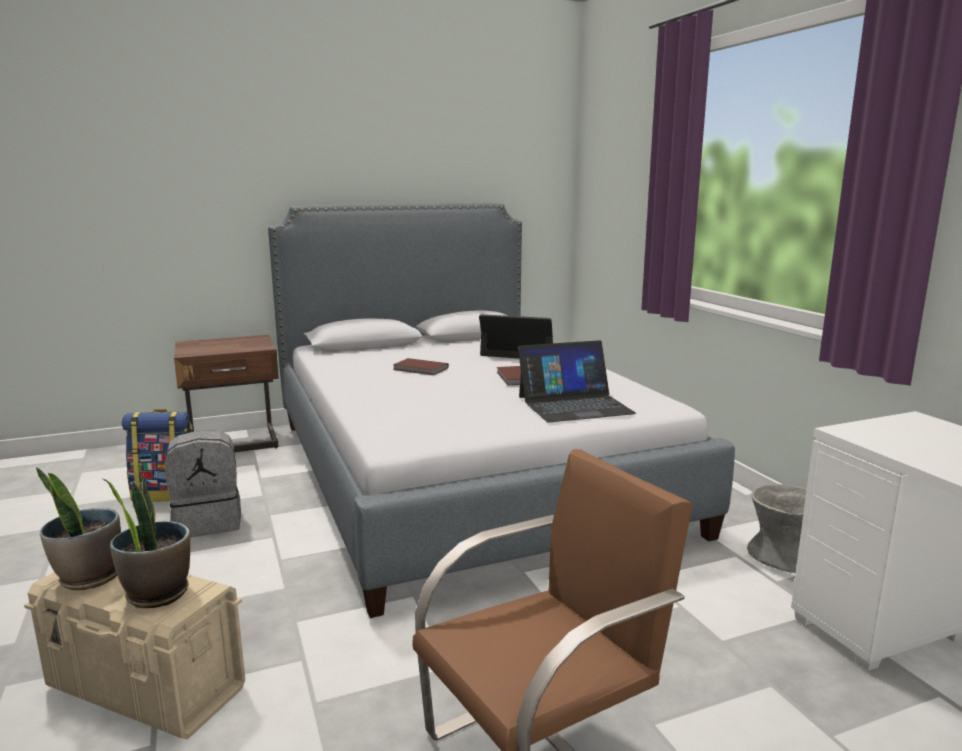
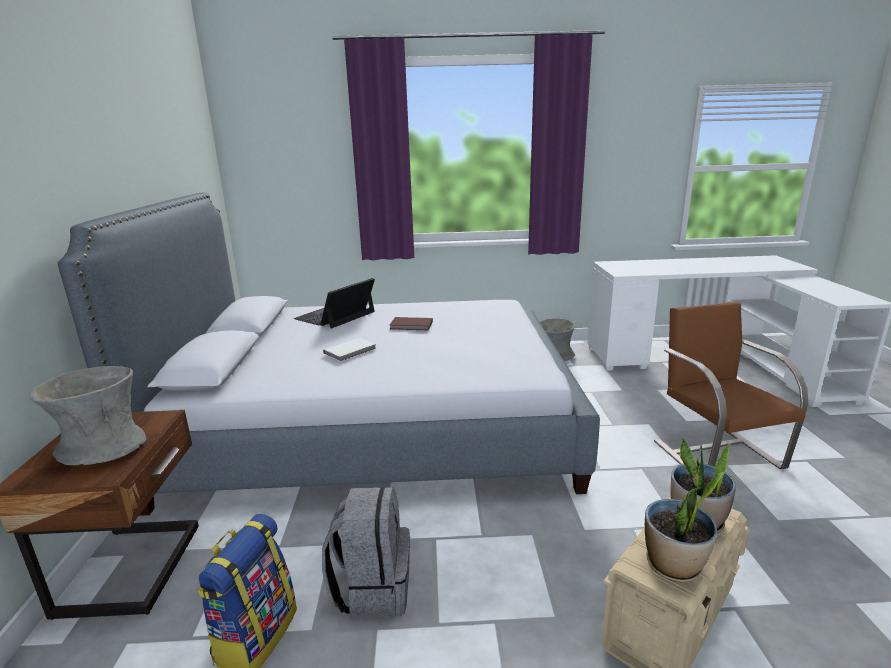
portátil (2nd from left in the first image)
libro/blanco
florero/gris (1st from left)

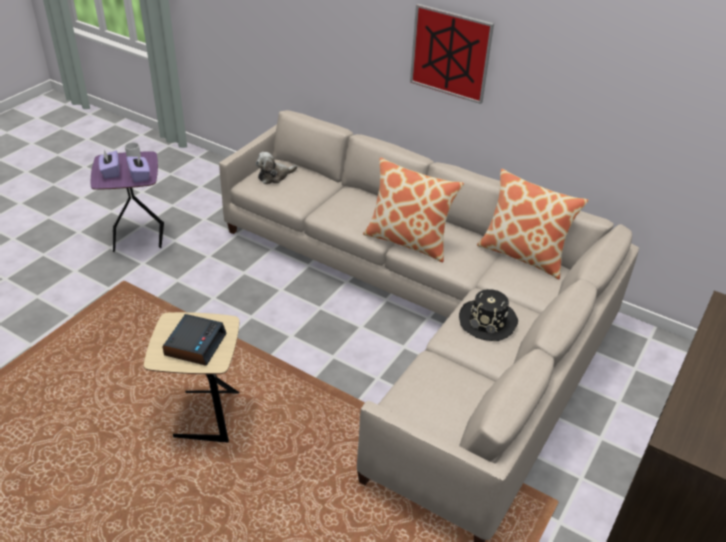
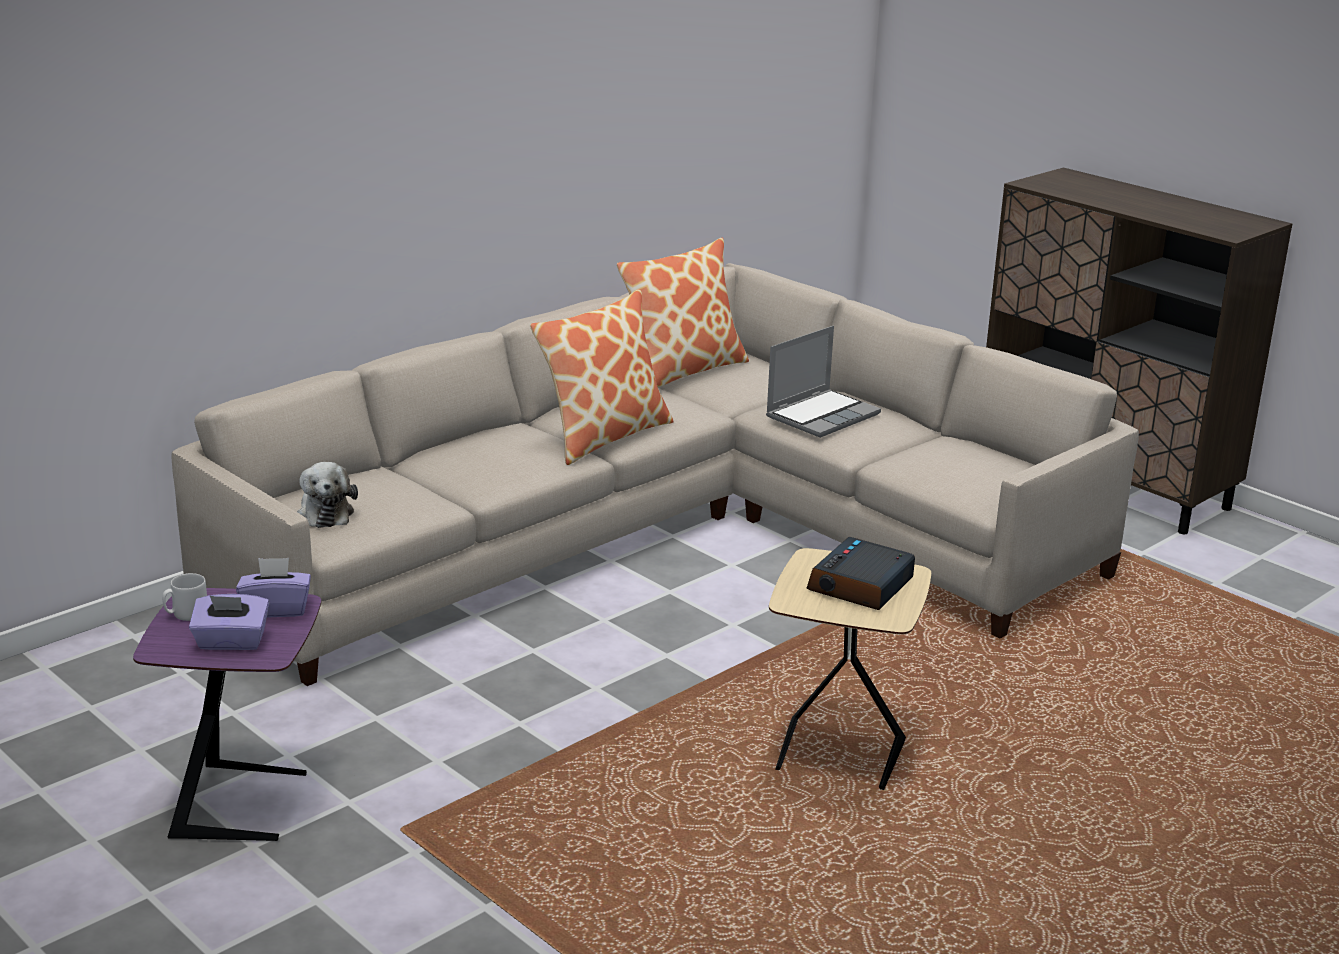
cuadro
portátil
despertador

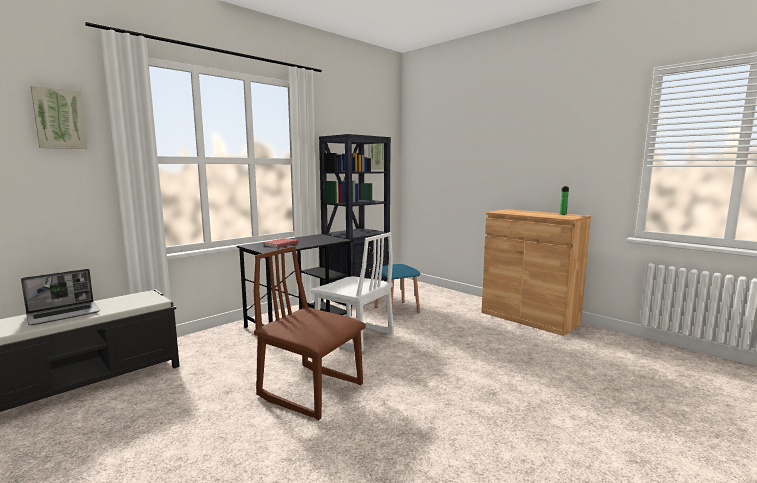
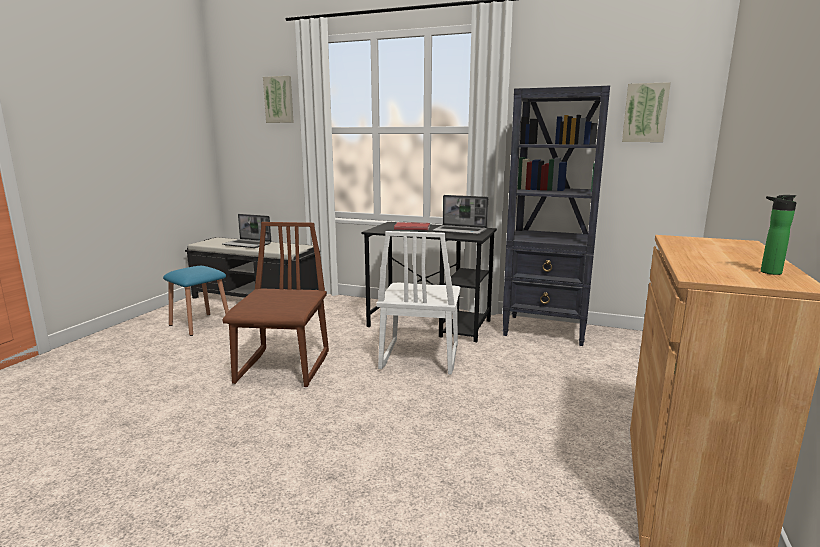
taburete/azul
portátil (2nd from left)

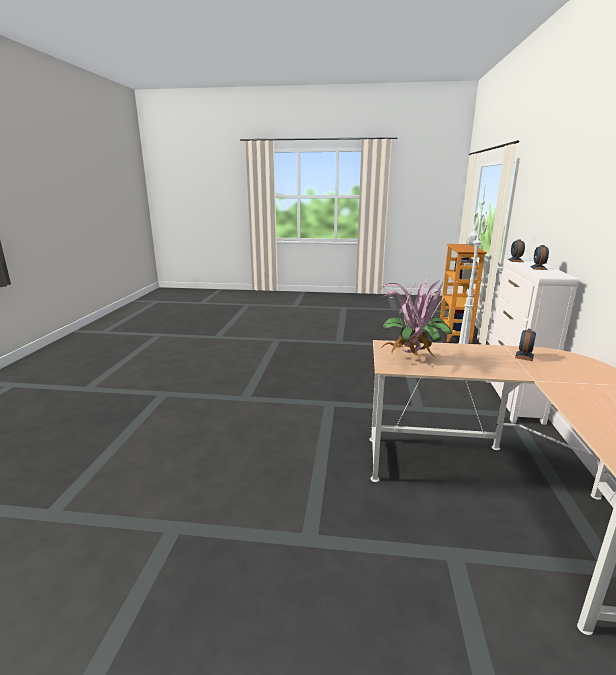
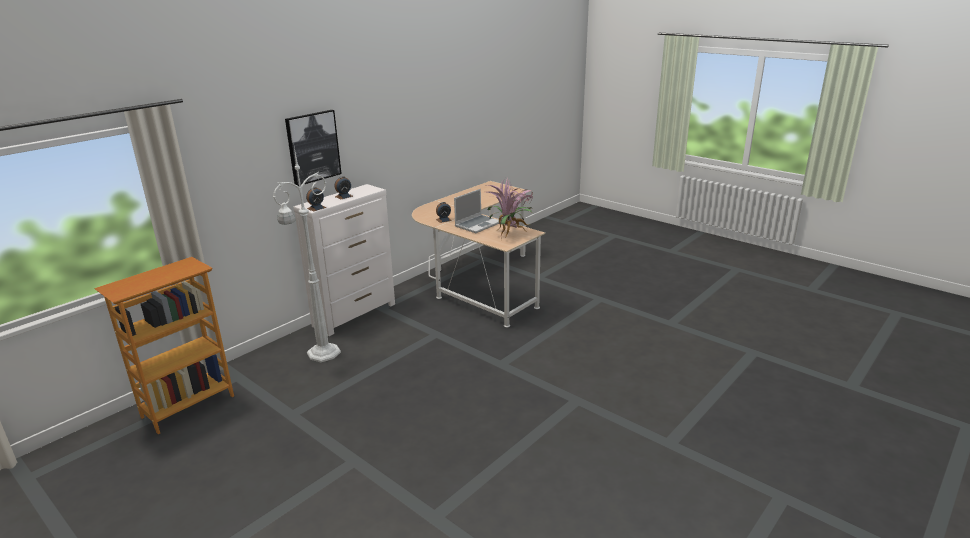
cuadro
portátil

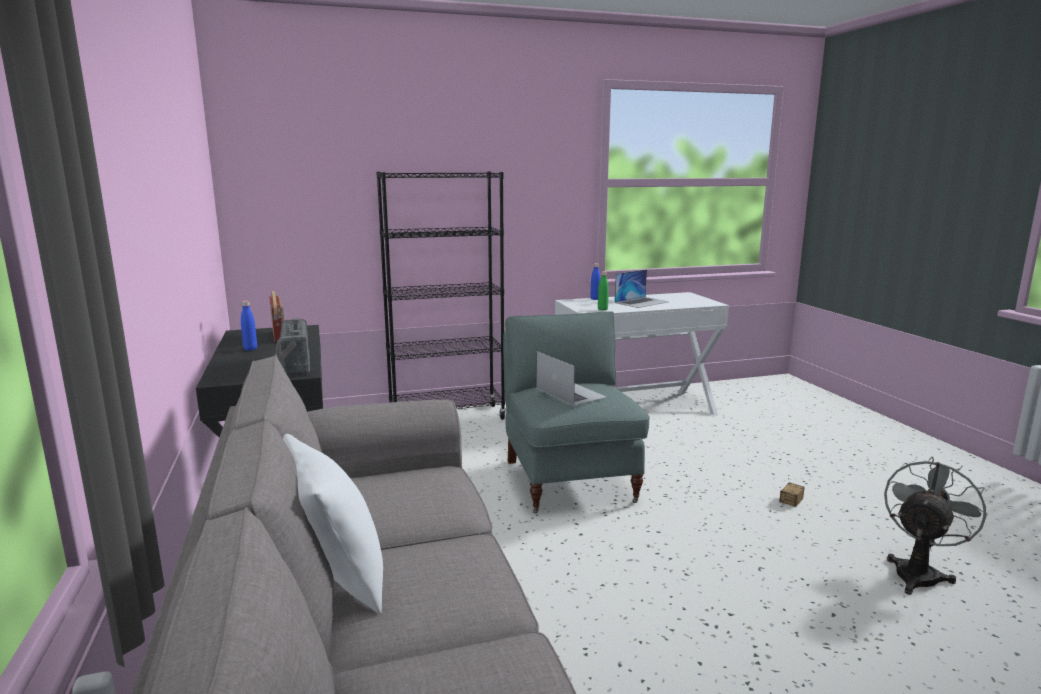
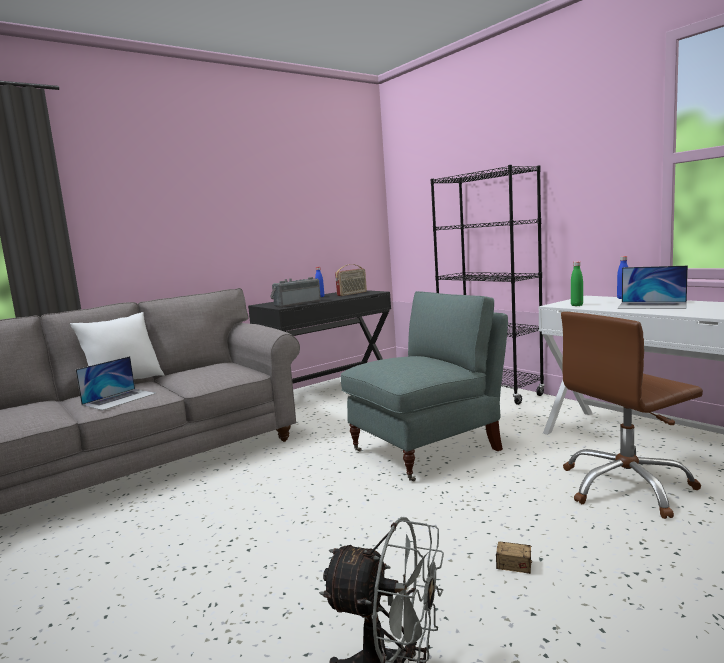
portátil (1st from left)
silla de oficina/marrón

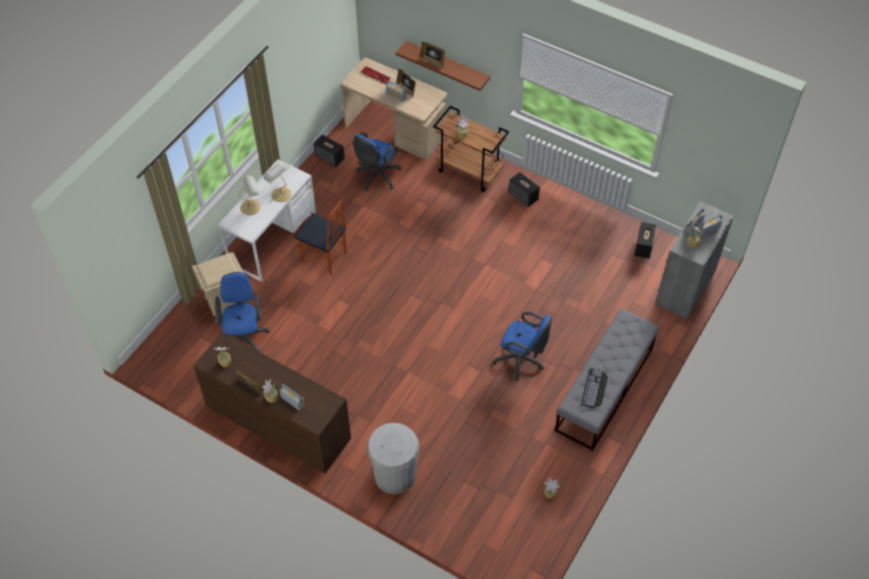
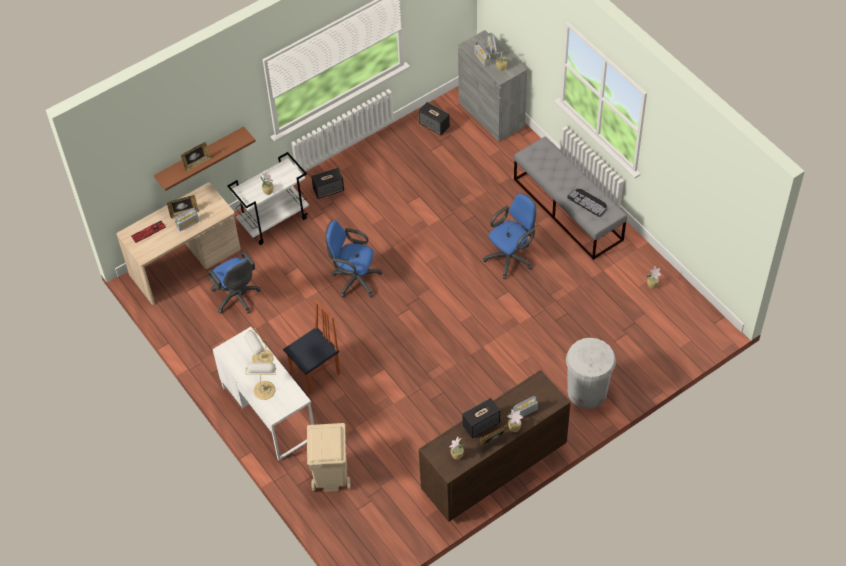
carrito/blanco
altavoz (3rd from left)
silla de oficina/azul (2nd from left)

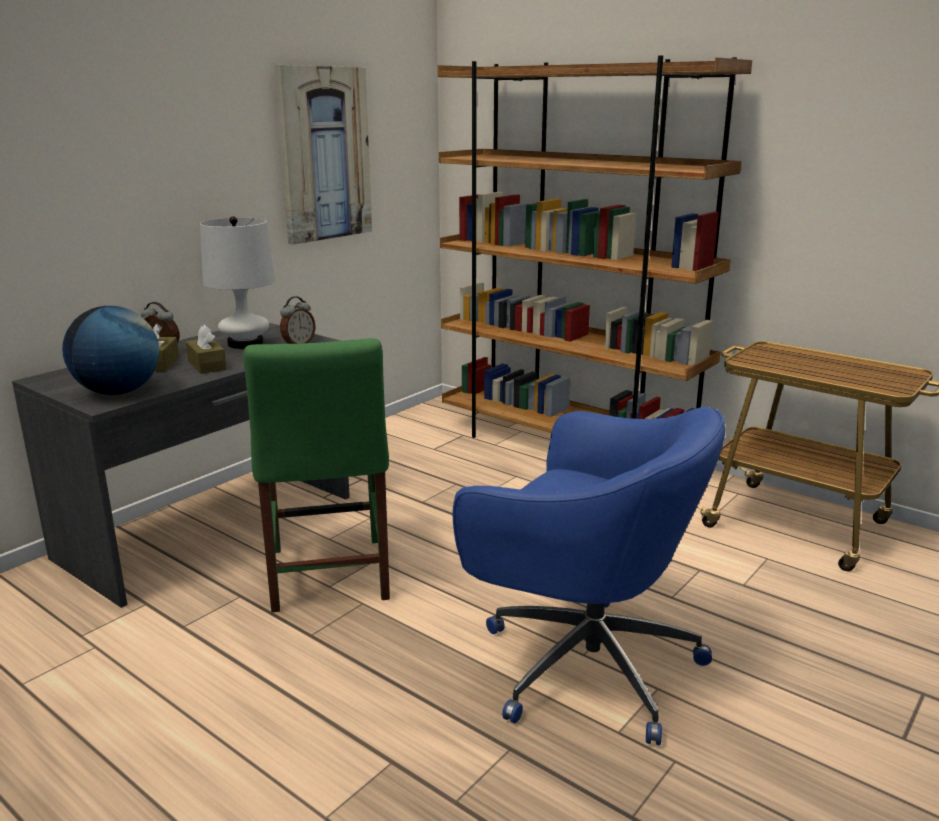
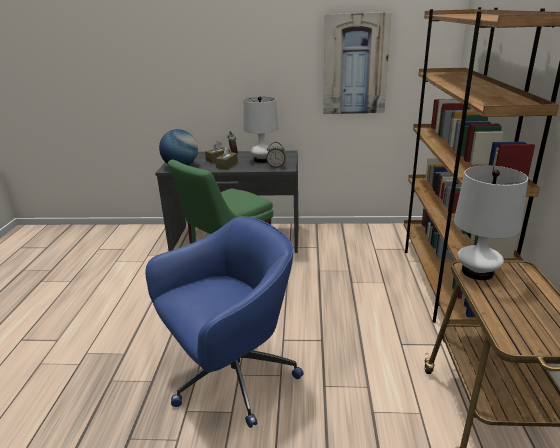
silla de oficina/azul
lámpara de mesa/blanco (2nd from left)

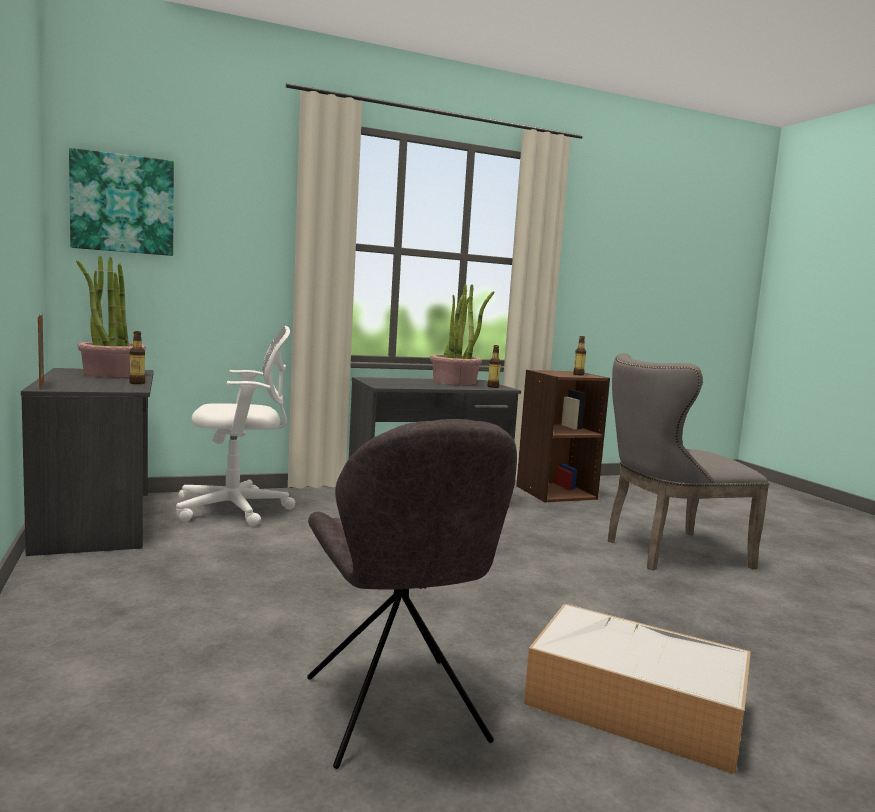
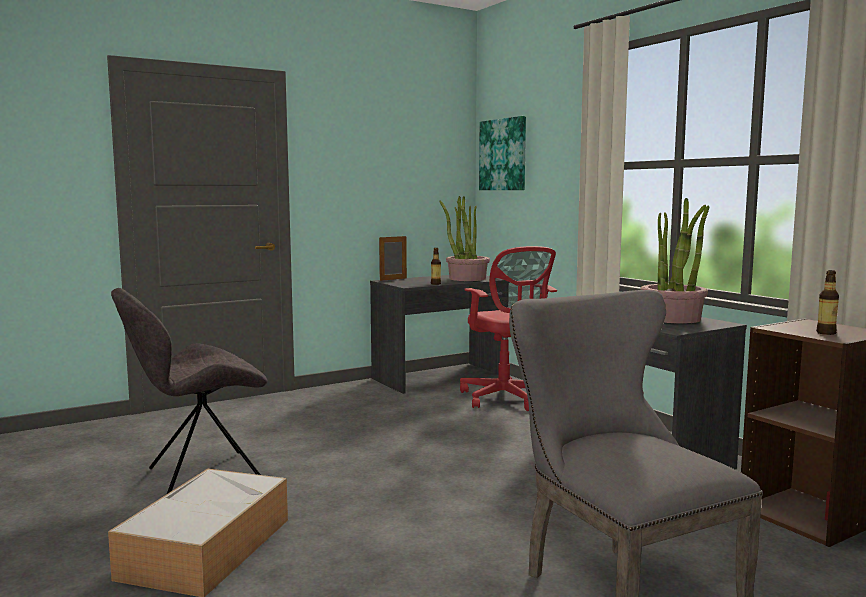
silla de oficina/rojo
botella (2nd from left in the first image)

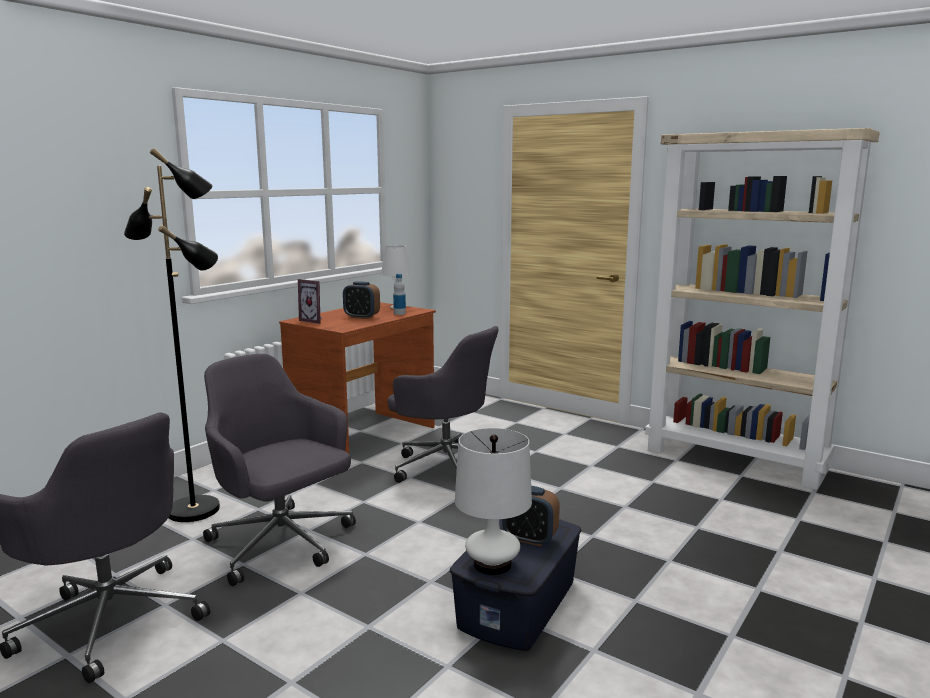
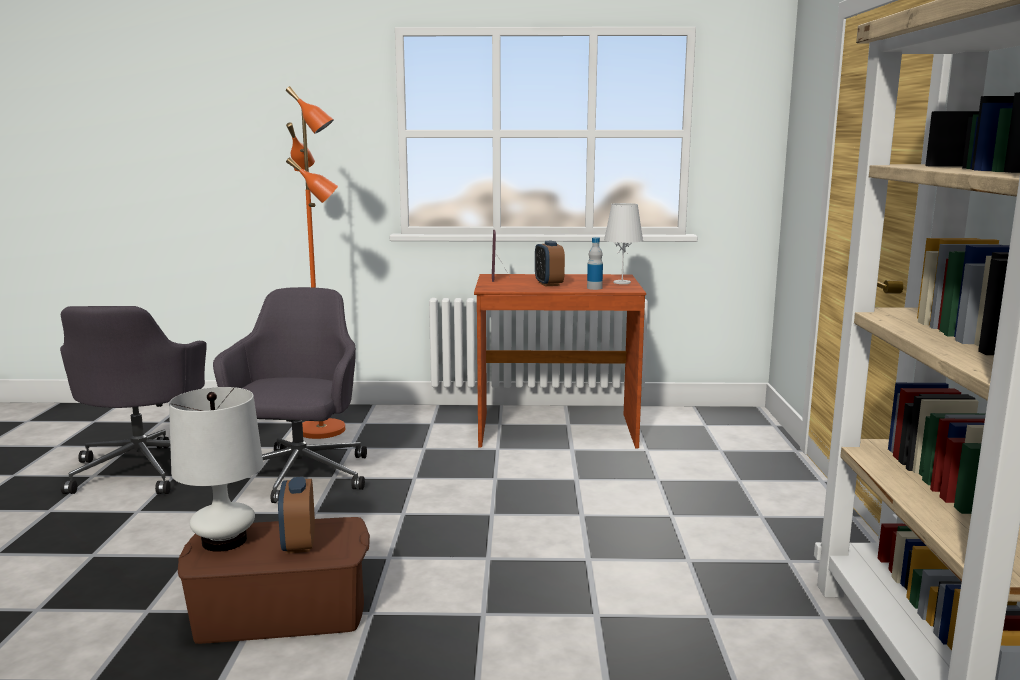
lámpara de pie/naranja
silla de oficina/gris (3rd from left in the first image)
caja de almacenaje/marrón

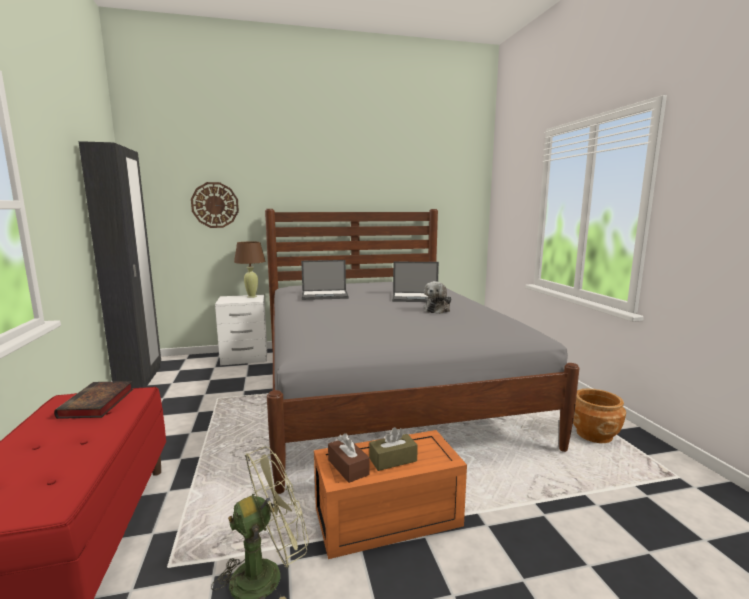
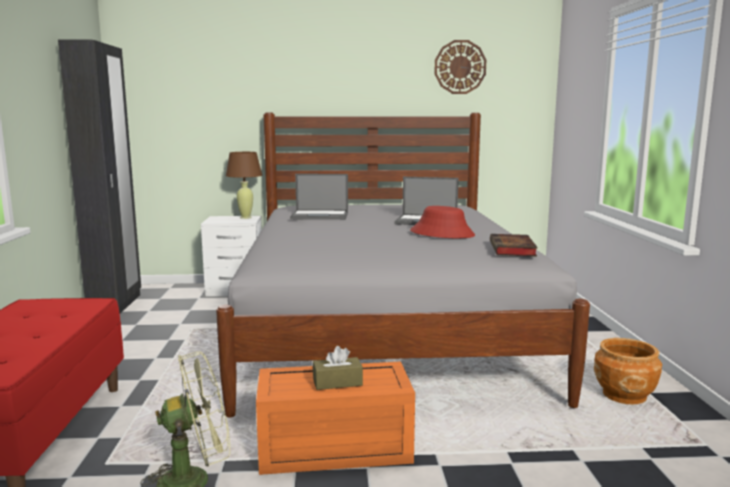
reloj de pared
sombrero/rojo
libro
caja de pañuelos/marrón (1st from left in the first image)

